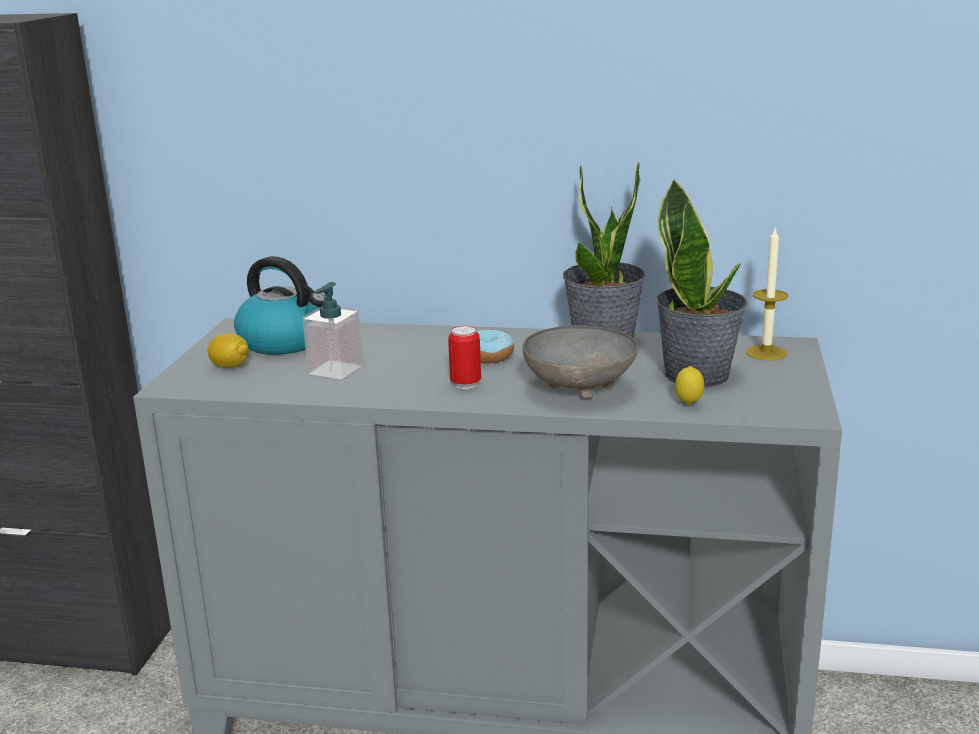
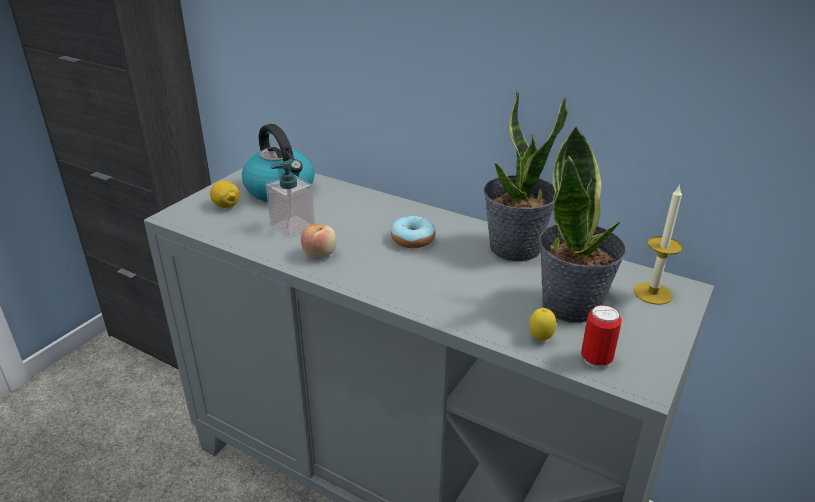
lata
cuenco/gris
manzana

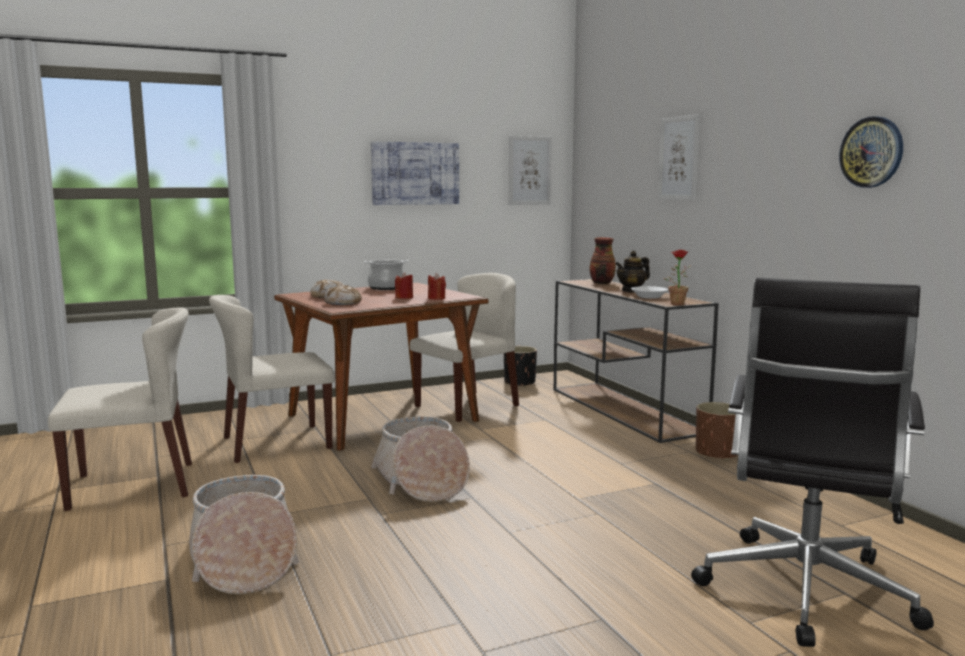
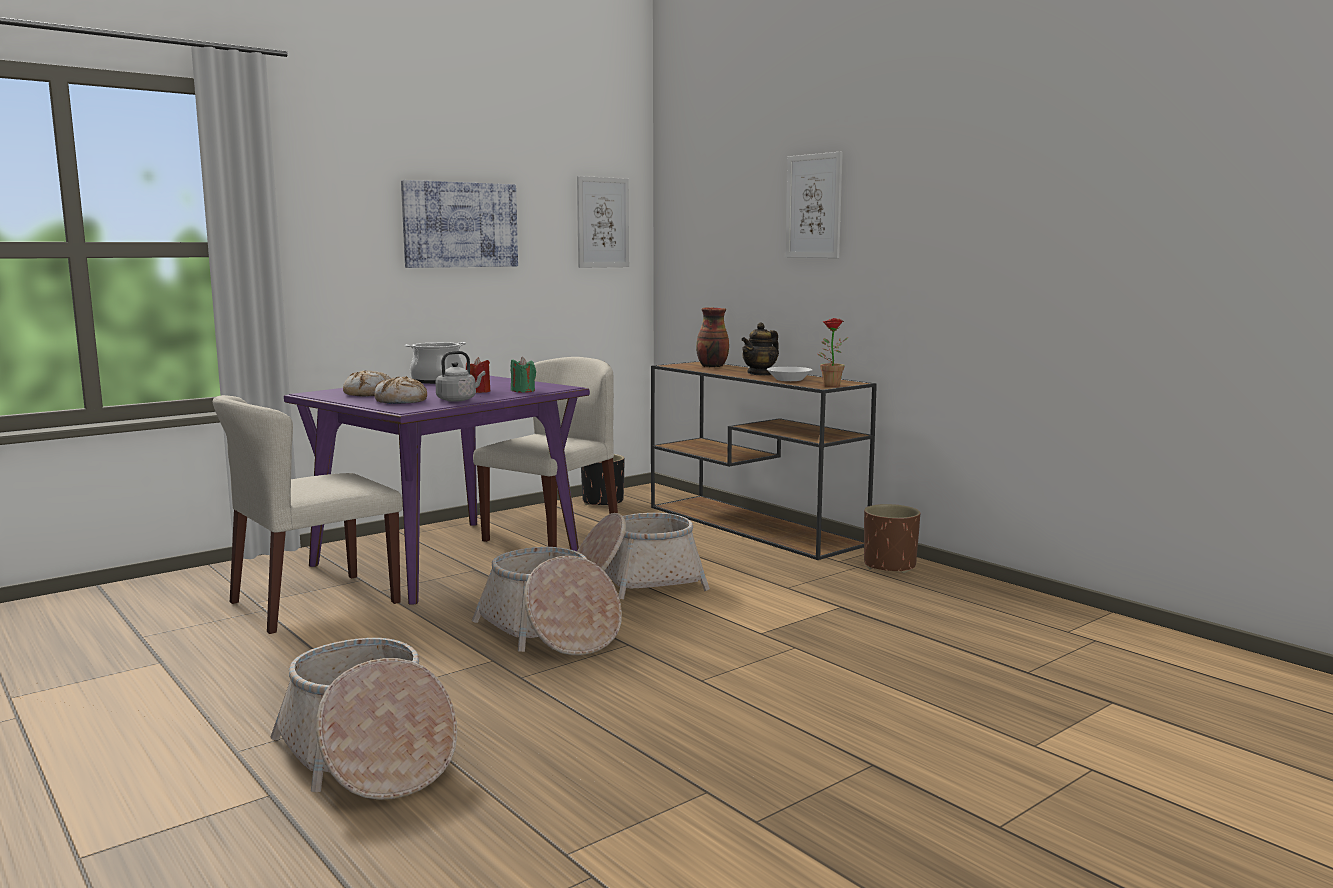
reloj de pared
vela/verde
silla de oficina/negro
mesa de comedor/morado
silla/beis (1st from left in the first image)
hervidor/gris
cesta (3rd from left)

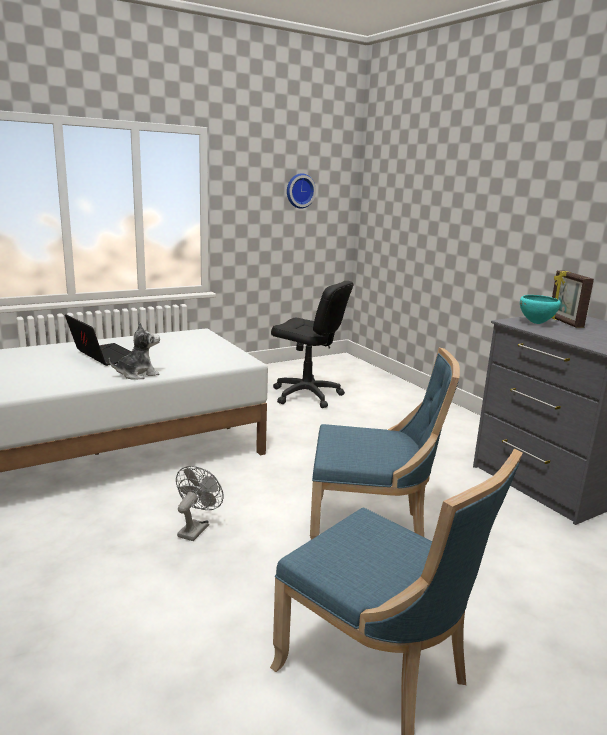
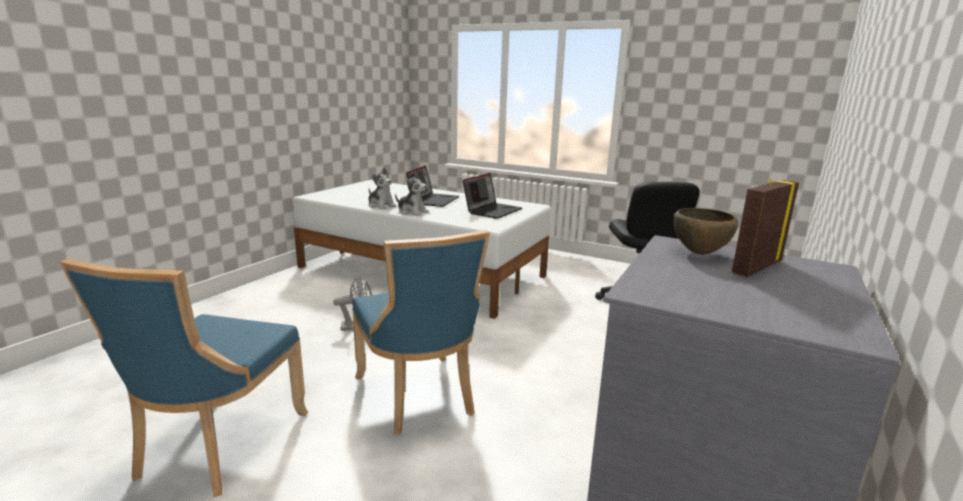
reloj de pared
cuenco/marrón
peluche (1st from left)
portátil (2nd from left)

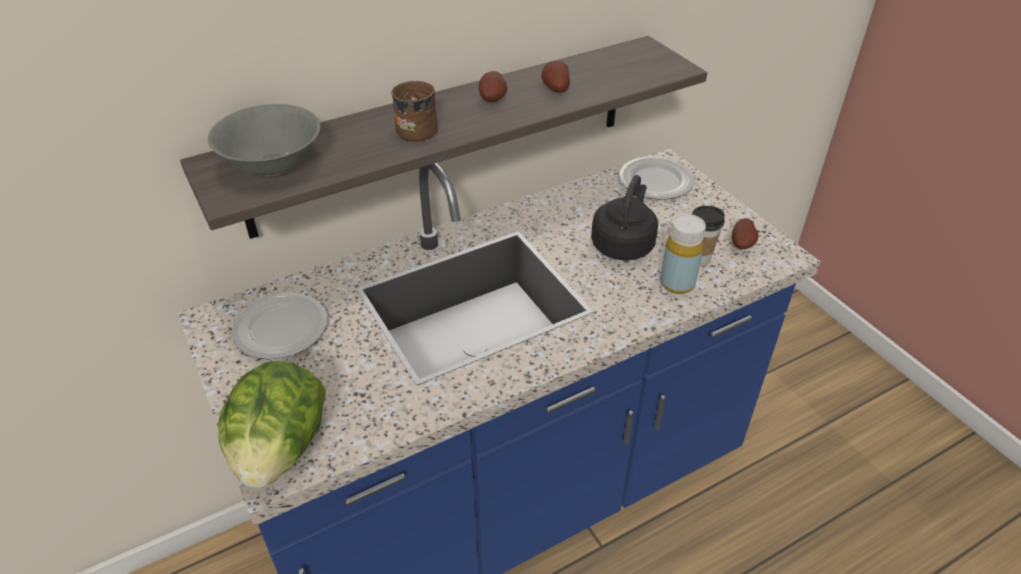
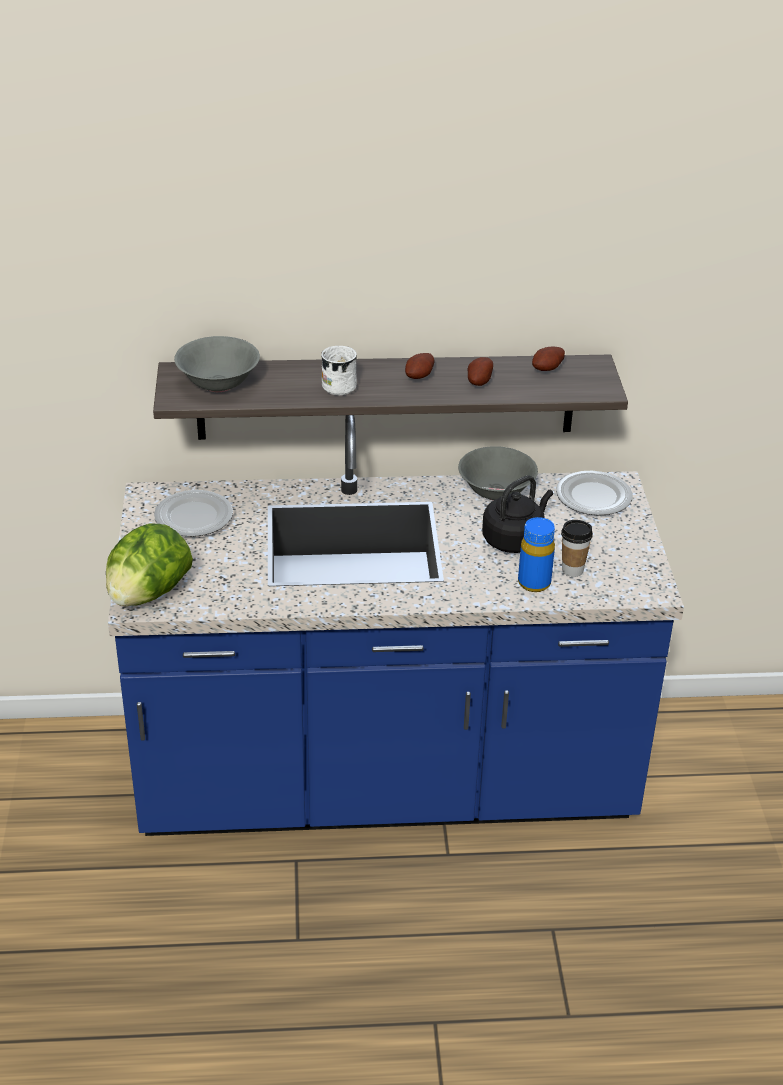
taza grande/blanco
botella/azul
patata (3rd from left)
cuenco/gris (2nd from left)

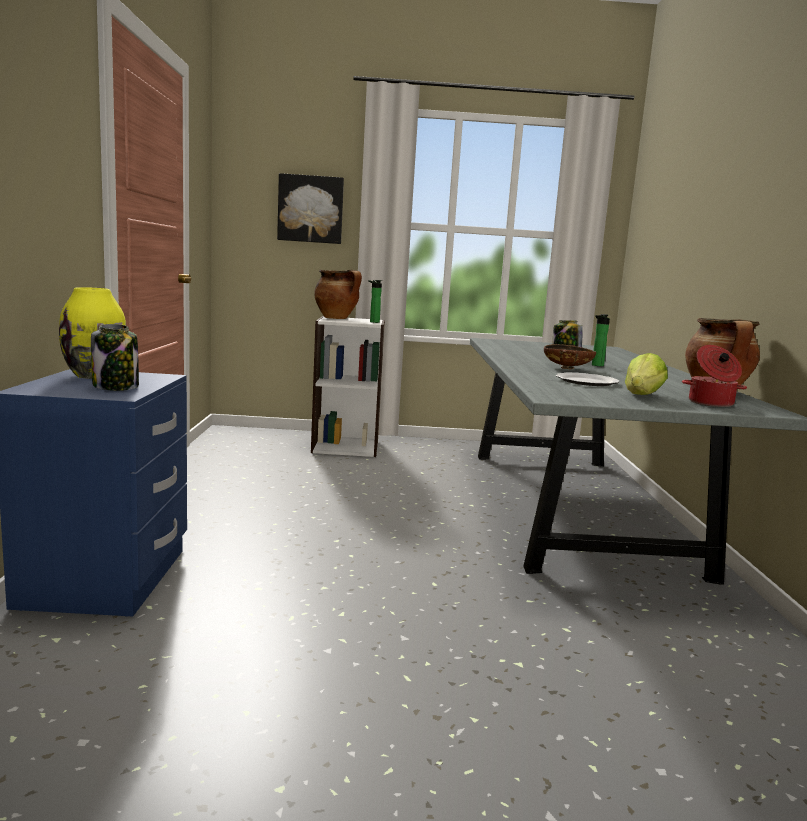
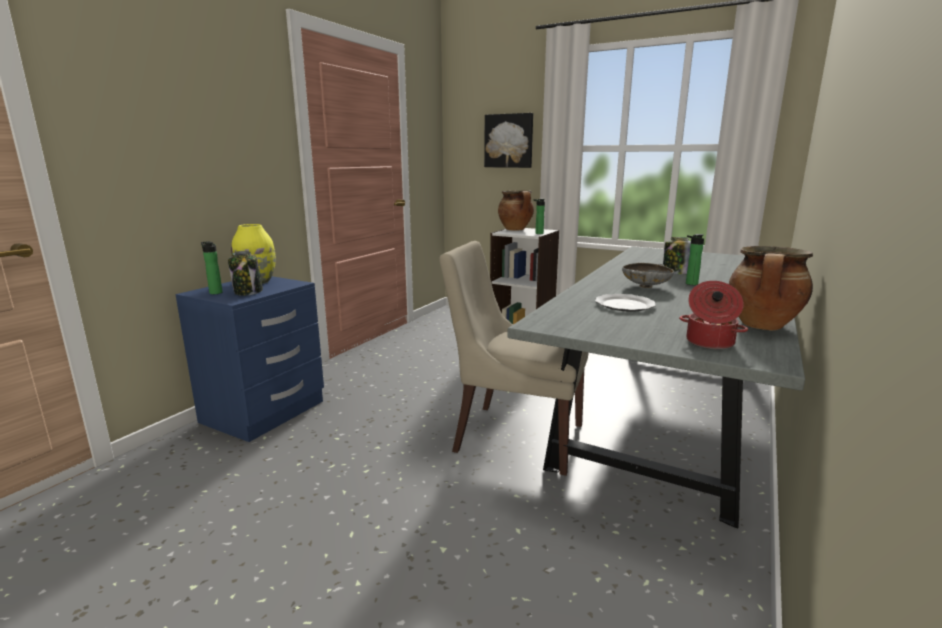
cuenco/gris
lechuga
botella (1st from left)
silla/beis

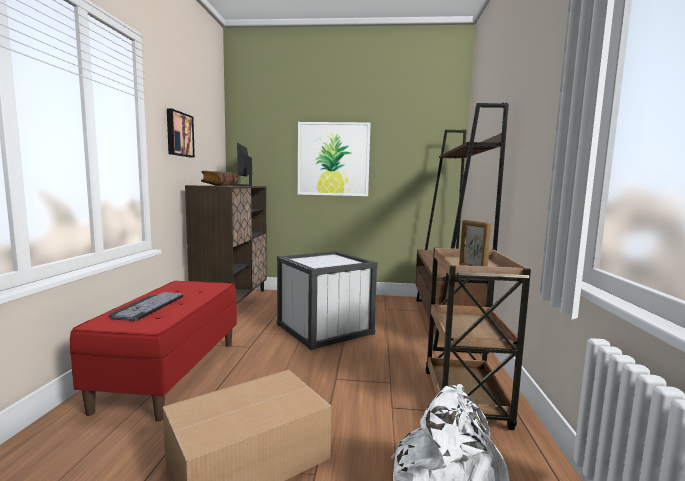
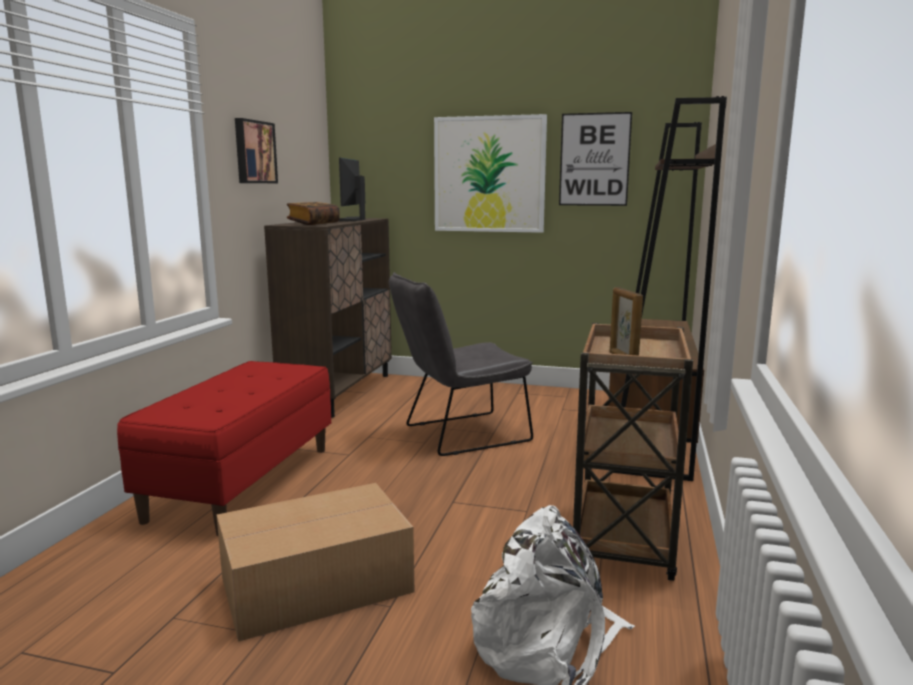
silla/gris
teclado
cuadro (3rd from left)

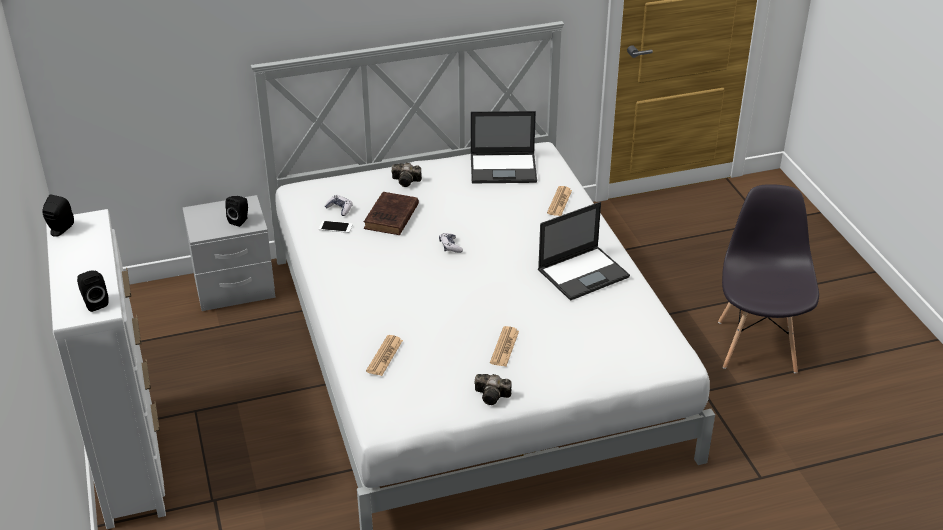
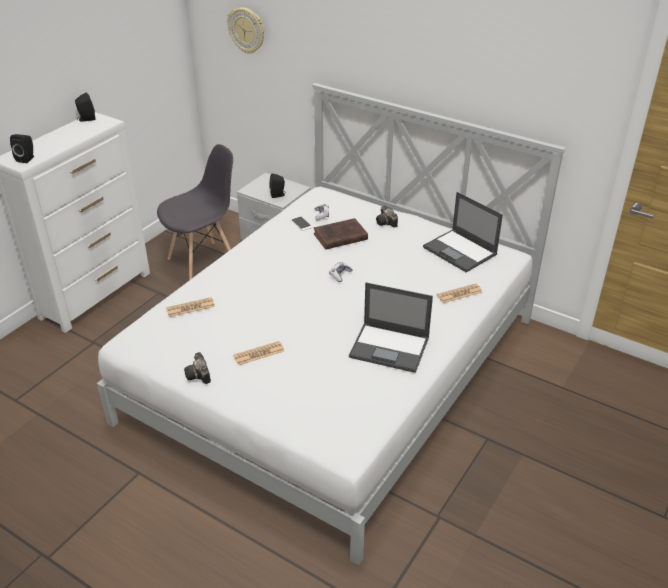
silla/gris
reloj de pared

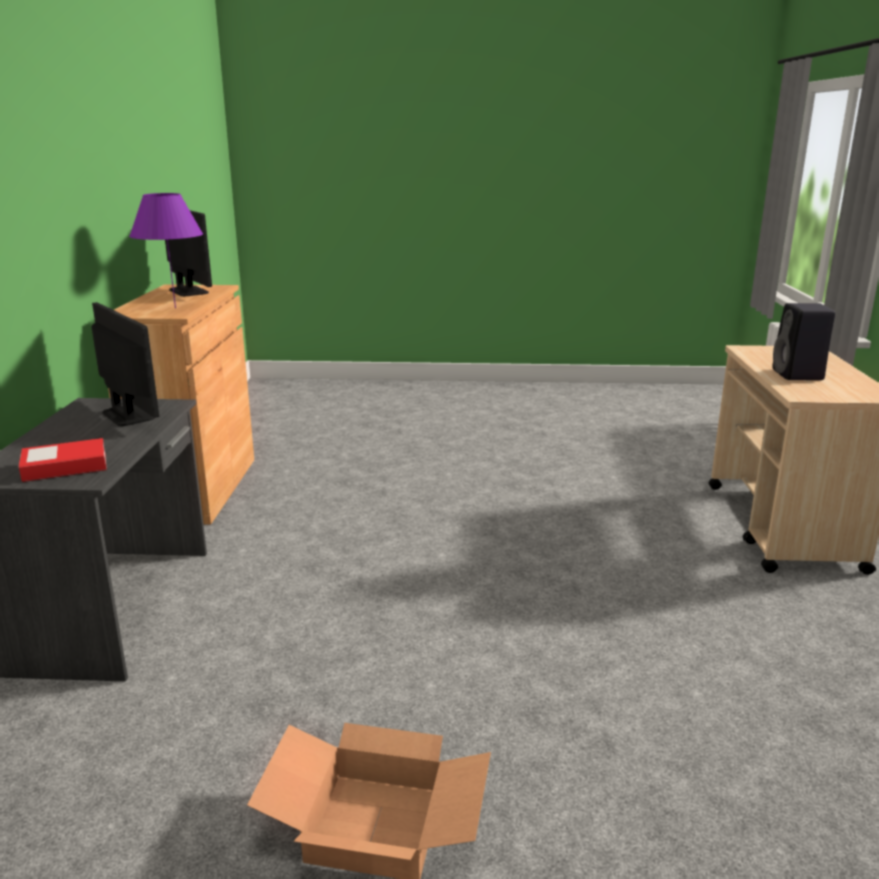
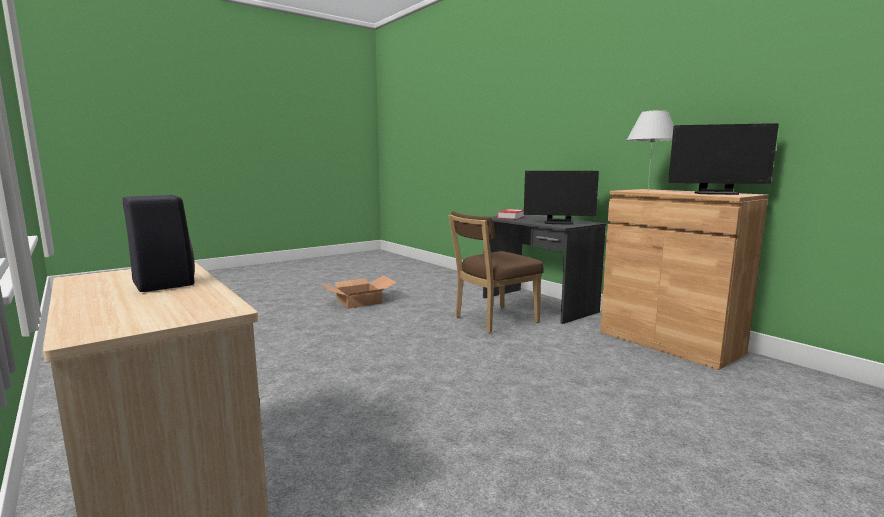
lámpara de mesa/blanco
silla/marrón

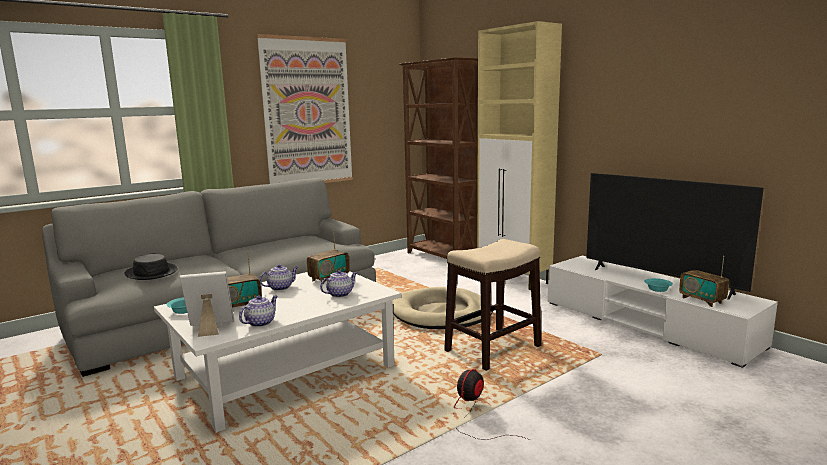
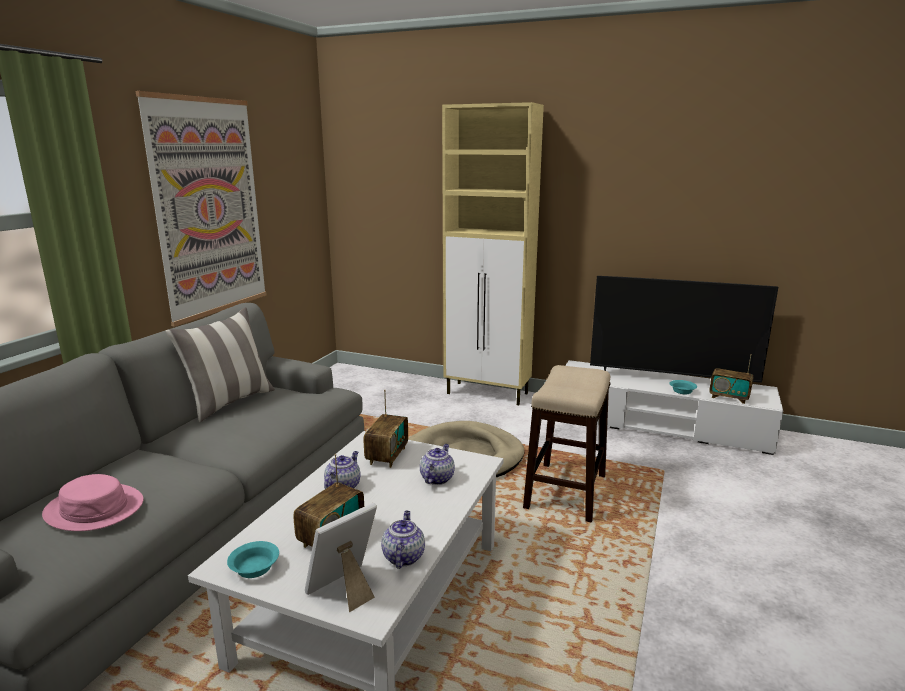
estantería/marrón
sombrero/rosa
ventilador
cojín

